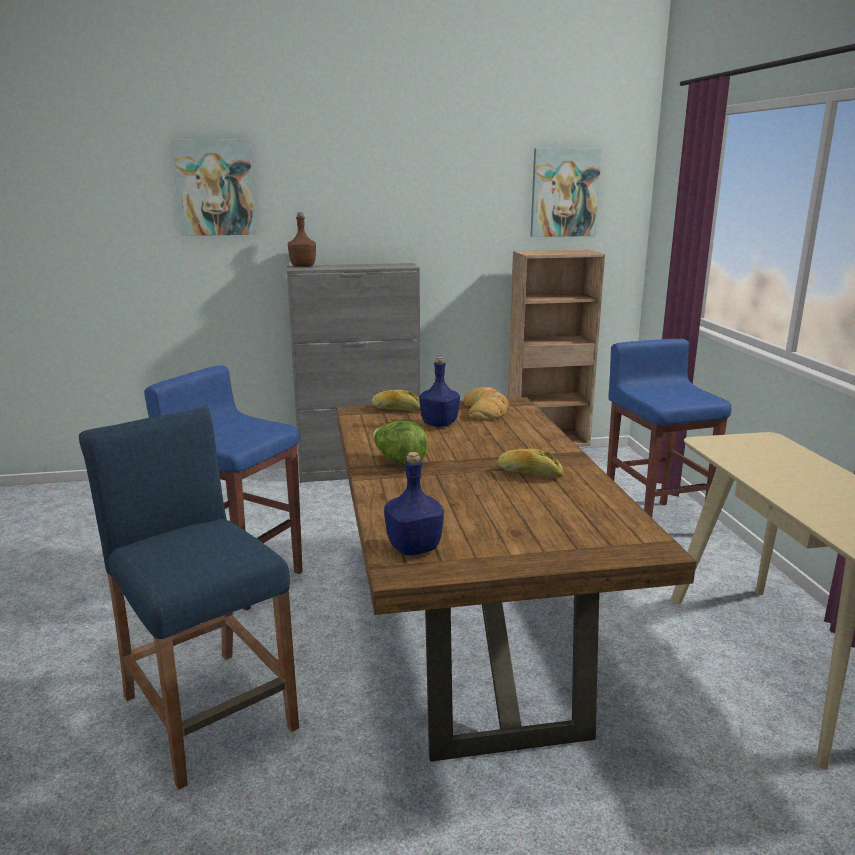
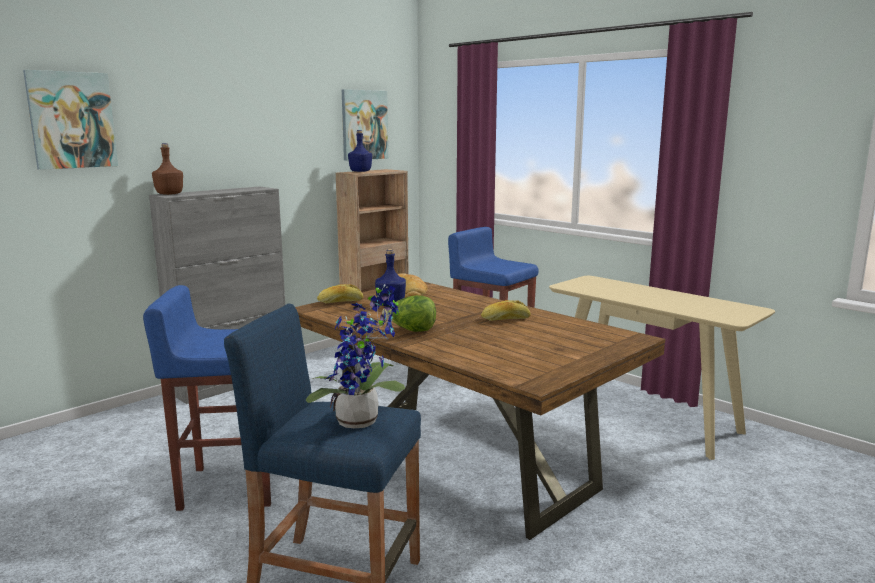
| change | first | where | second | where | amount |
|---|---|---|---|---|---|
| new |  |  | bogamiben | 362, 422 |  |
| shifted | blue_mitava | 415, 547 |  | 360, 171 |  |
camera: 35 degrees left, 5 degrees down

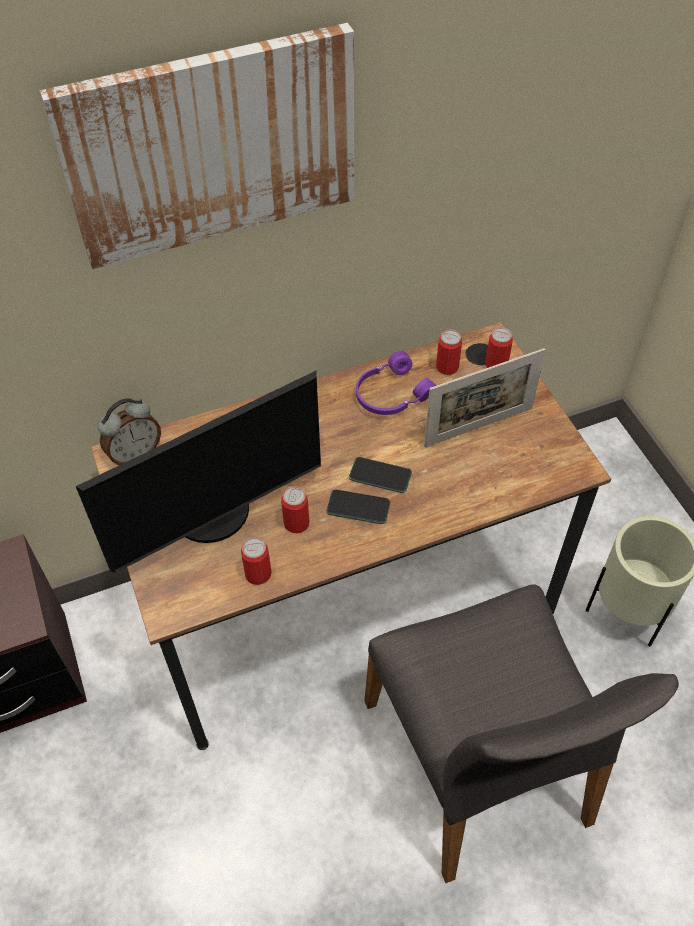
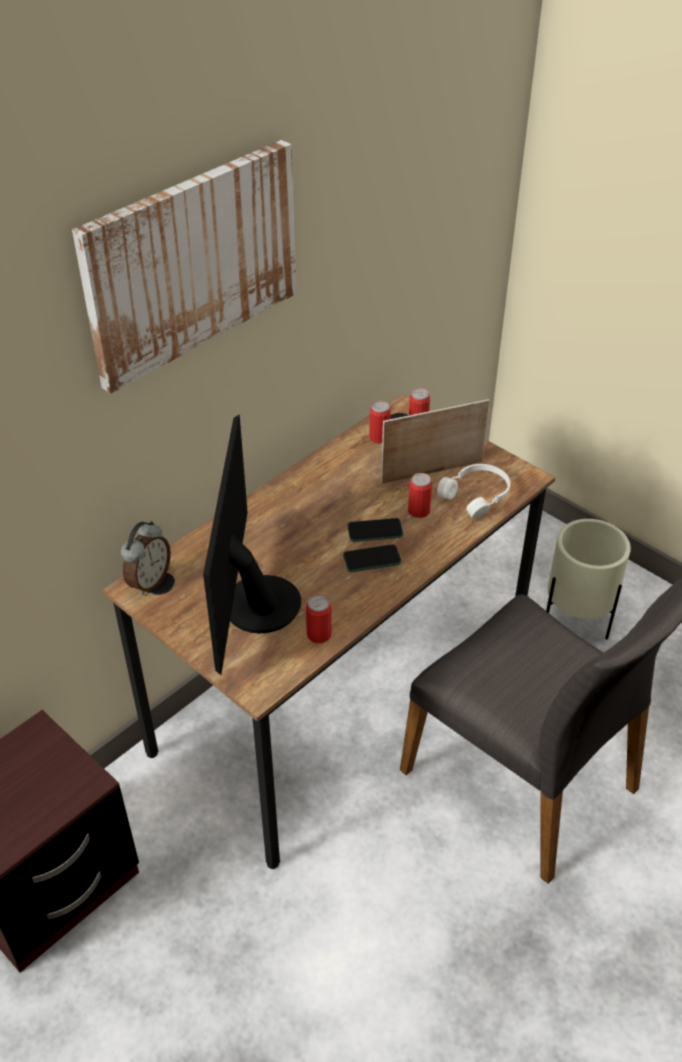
| change | first | where | second | where | amount |
|---|---|---|---|---|---|
| gone | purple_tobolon | 391, 394 |  |  |  |
| new |  |  | white_tobolon | 477, 496 |  |
| shifted | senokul | 296, 523 |  | 419, 511 |  |
| rotated | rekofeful | 214, 515 |  | 253, 605 | 150 degrees clockwise |
| rotated | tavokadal | 478, 427 |  | 432, 472 | 150 degrees counterclockwise |
camera: 25 degrees left, 10 degrees down

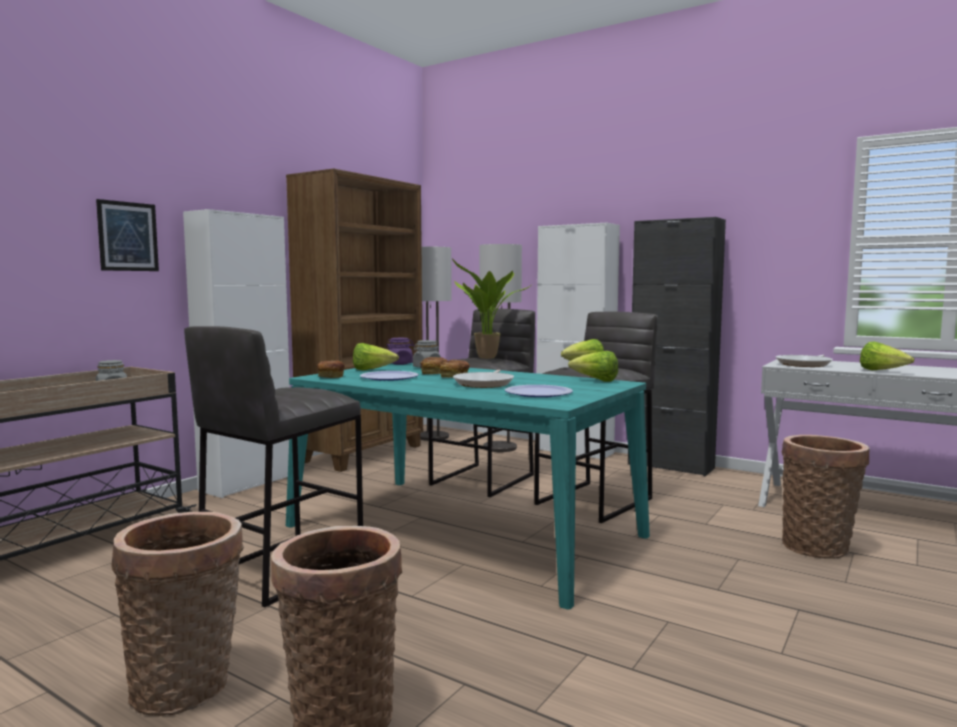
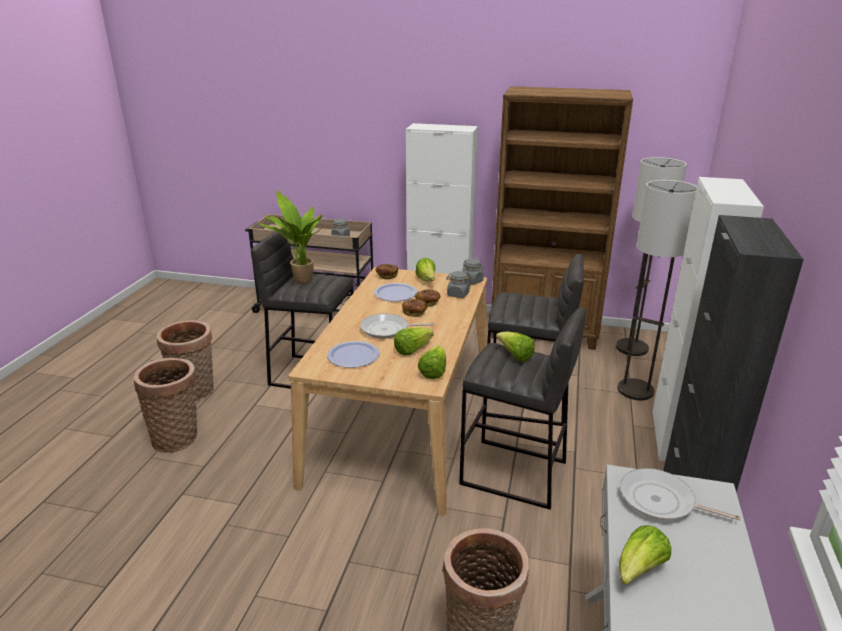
| change | first | where | second | where | amount |
|---|---|---|---|---|---|
| gone | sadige | 128, 236 |  |  |  |
| new |  |  | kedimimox | 412, 350 |  |
| shifted | bogamiben | 487, 358 |  | 300, 282 |  |
| repainted | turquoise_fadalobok | 463, 530 | beige_fadalobok | 403, 420 |  |
| repainted | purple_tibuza | 400, 363 | grey_tibuza | 472, 281 |  |
camera: 70 degrees right, 20 degrees up

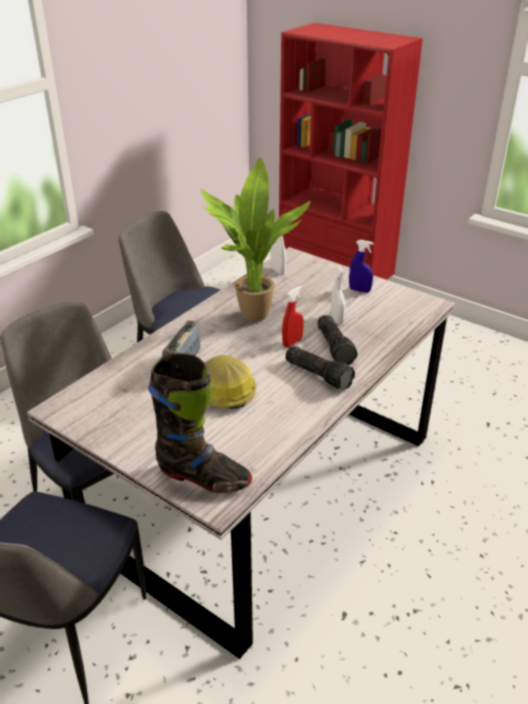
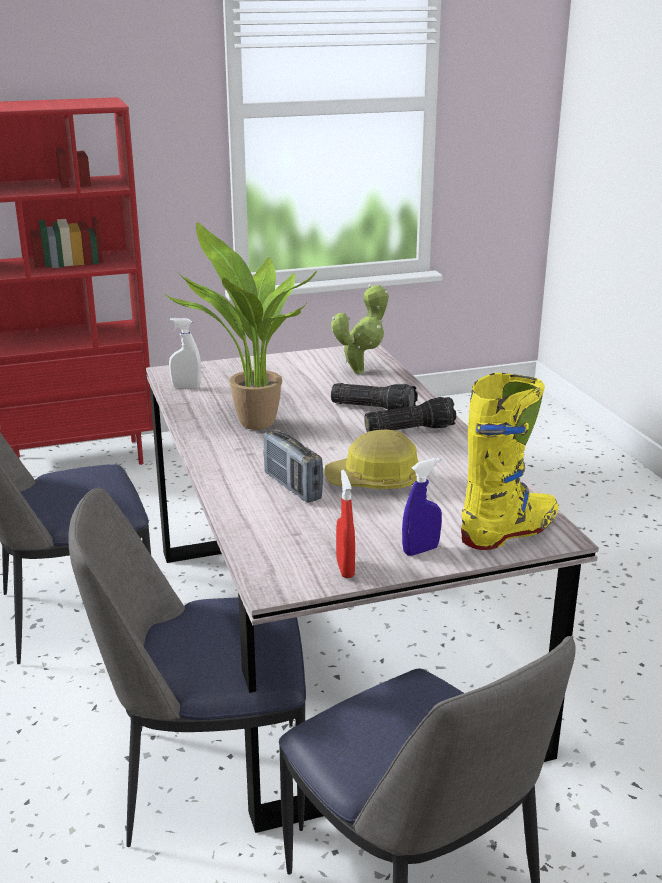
| change | first | where | second | where | amount |
|---|---|---|---|---|---|
| gone | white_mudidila | 337, 319 |  |  |  |
| new |  |  | bogamiben | 361, 371 |  |
| shifted | red_mudidila | 292, 342 |  | 345, 569 |  |
| shifted | blue_mudidila | 359, 290 |  | 421, 550 |  |
| repainted | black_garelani | 203, 477 | yellow_garelani | 509, 532 |  |
camera: 55 degrees left, 10 degrees down

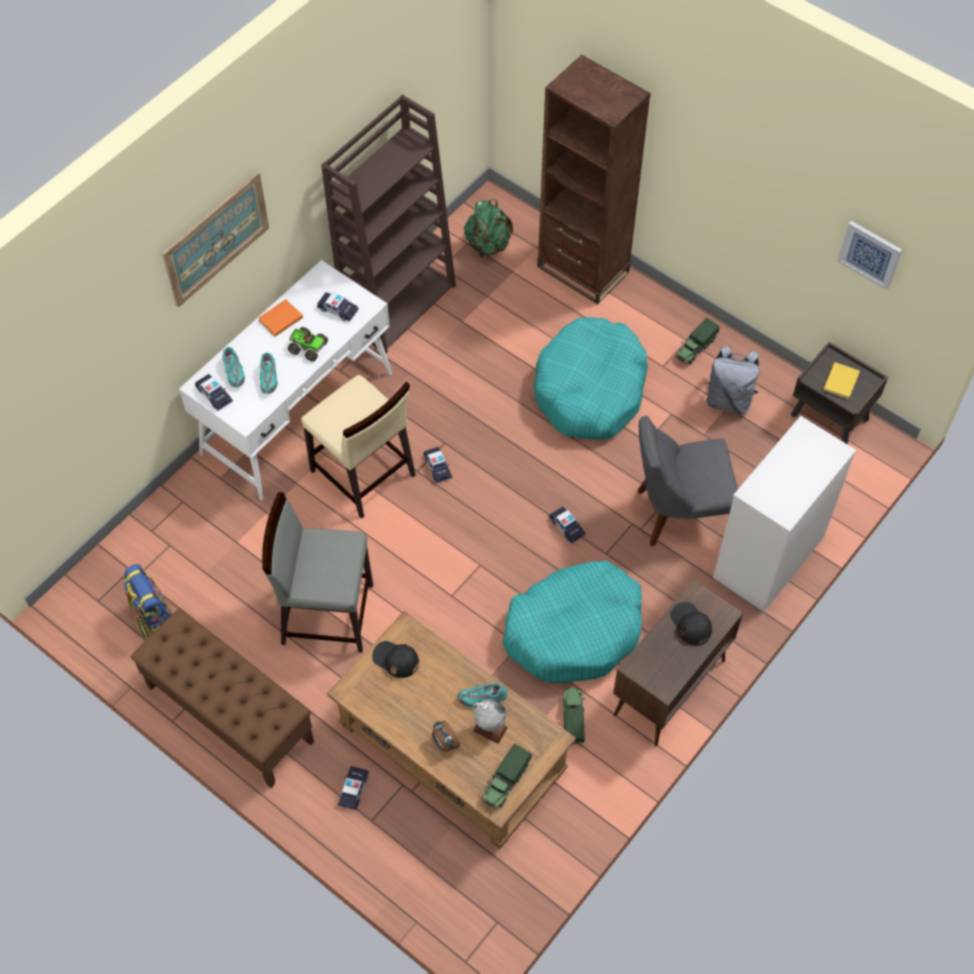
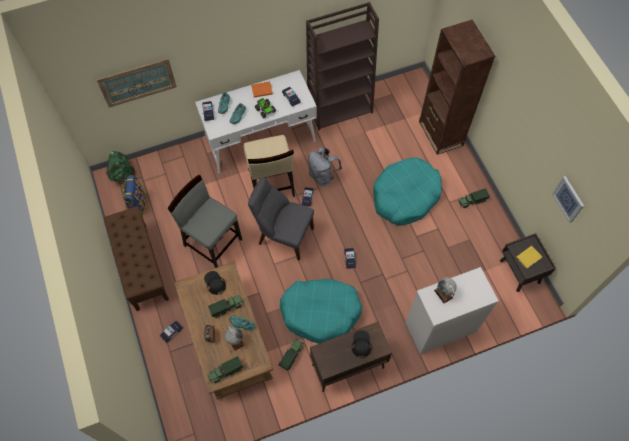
| change | first | where | second | where | amount |
|---|---|---|---|---|---|
| new |  |  | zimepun | 226, 307 |  |
| new |  |  | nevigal | 443, 294 |  |
| shifted | sadige | 216, 239 |  | 137, 82 |  |
| shifted | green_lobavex | 488, 245 |  | 122, 174 |  |
| shifted | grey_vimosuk | 679, 513 |  | 283, 235 |  |
| shifted | grey_lobavex | 729, 399 |  | 322, 176 |  |
camera: 30 degrees right, 5 degrees up

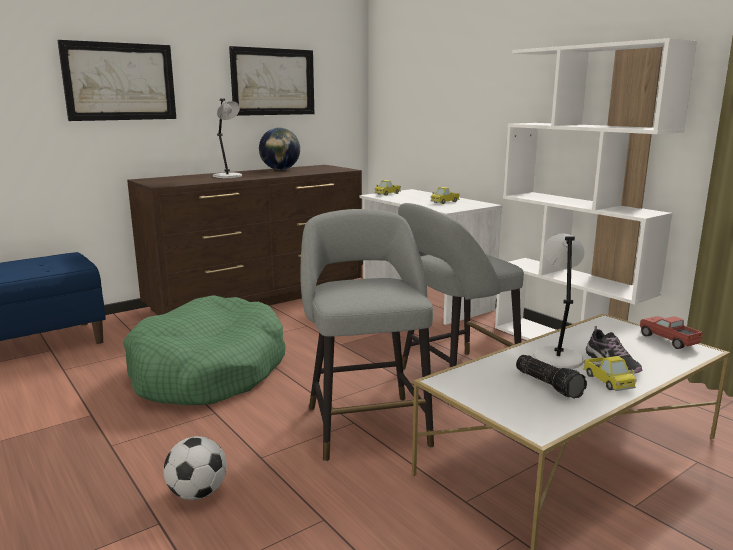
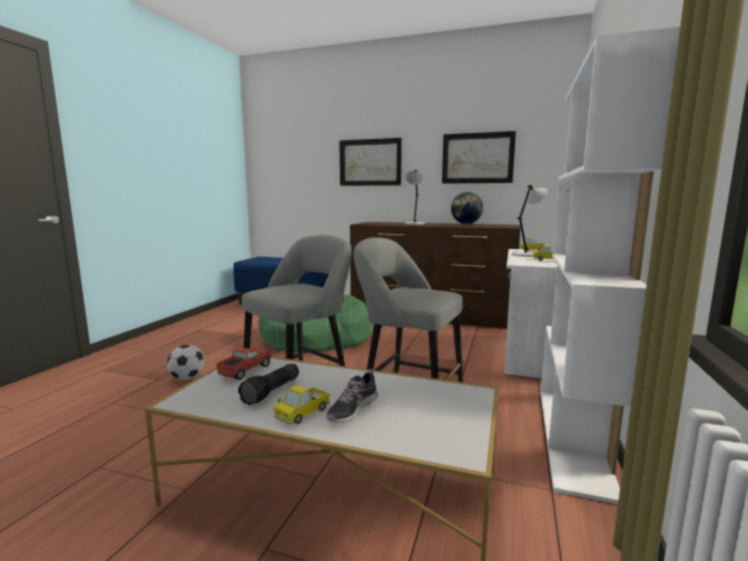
| change | first | where | second | where | amount |
|---|---|---|---|---|---|
| shifted | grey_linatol | 557, 358 |  | 526, 255 |  |
| shifted | zimepun | 668, 340 |  | 245, 371 |  |
camera: 55 degrees right, 5 degrees down

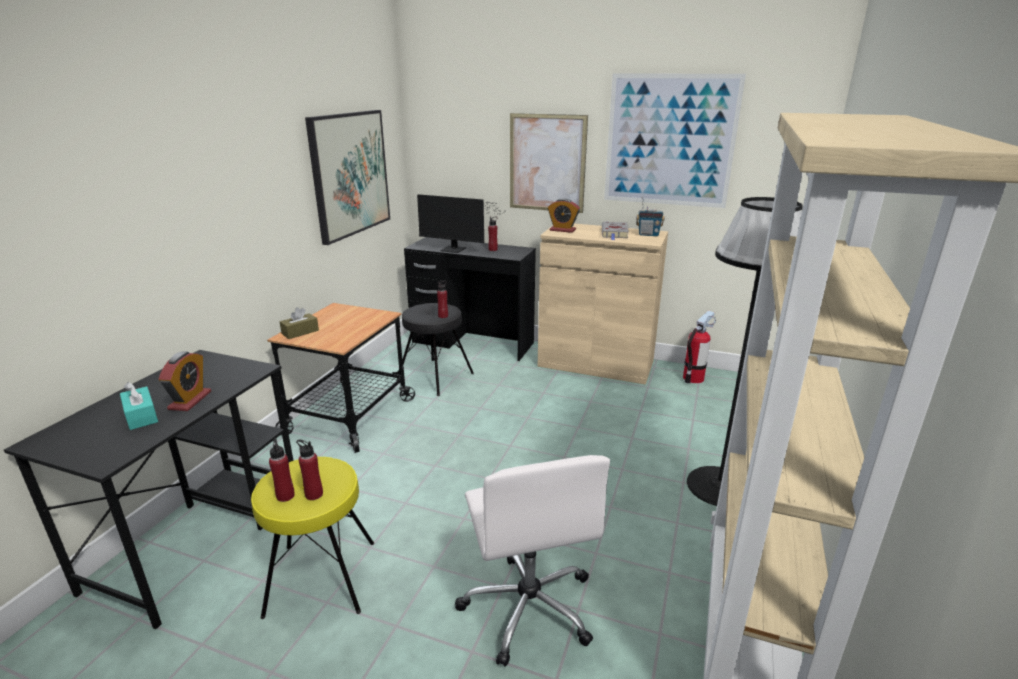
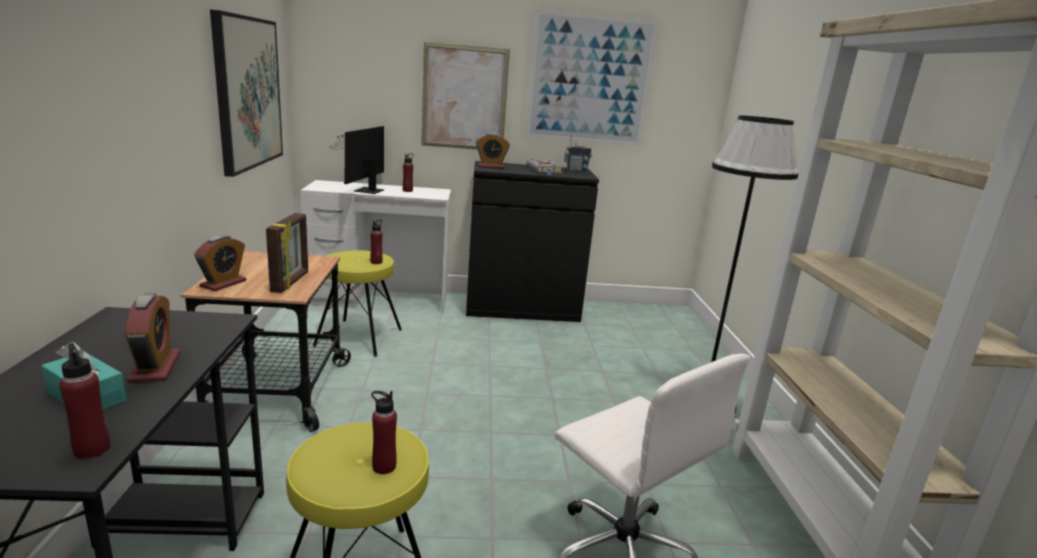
| change | first | where | second | where | amount |
|---|---|---|---|---|---|
| gone | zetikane | 693, 378 |  |  |  |
| new |  |  | tavokadal | 291, 282 |  |
| shifted | red_mitava | 285, 496 |  | 92, 449 |  |
| swapped | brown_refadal | 300, 332 | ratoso | 223, 283 |  |
| repainted | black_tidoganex | 434, 377 | yellow_tidoganex | 358, 337 |  |
| repainted | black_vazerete | 472, 342 | white_vazerete | 379, 299 |  |
| repainted | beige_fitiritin | 596, 363 | black_fitiritin | 522, 308 |  |
| rotated | rekofeful | 456, 250 |  | 366, 191 | 105 degrees clockwise |
camera: 25 degrees left, 5 degrees down

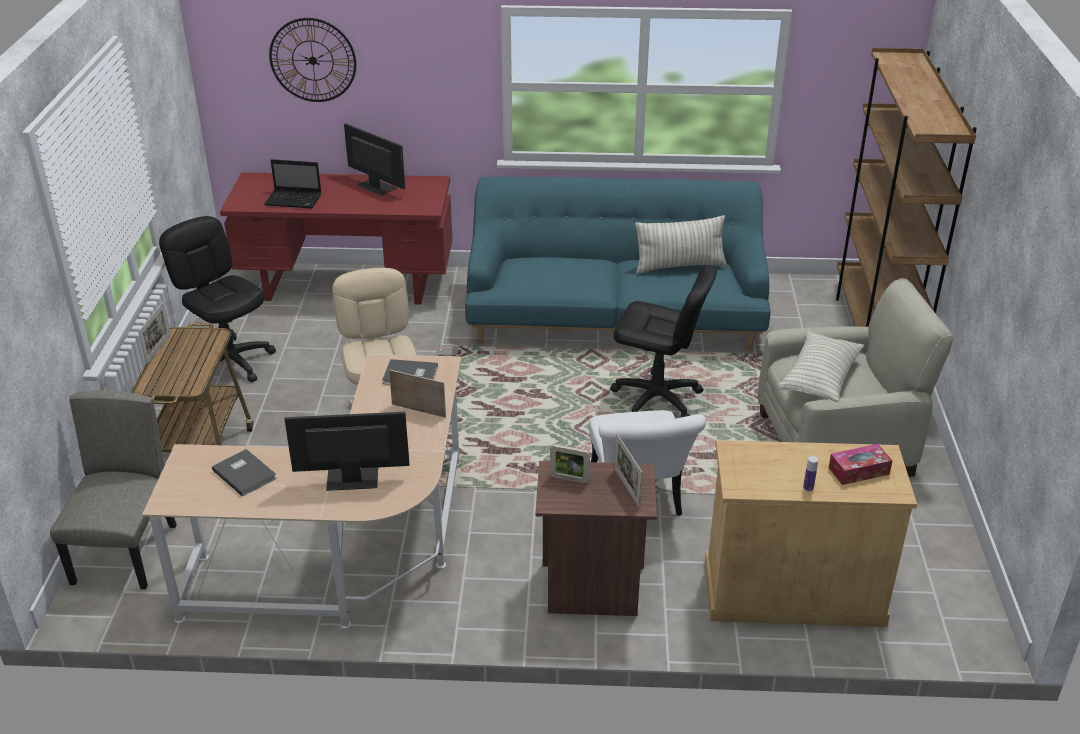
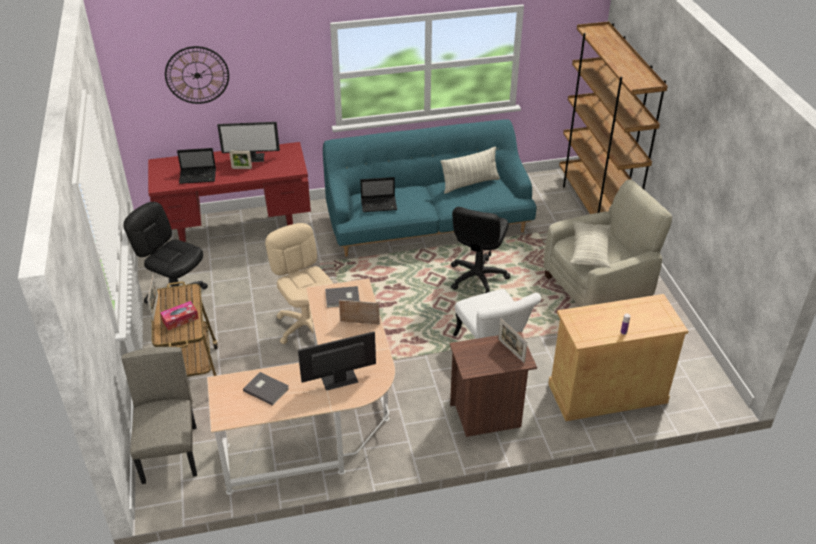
| change | first | where | second | where | amount |
|---|---|---|---|---|---|
| new |  |  | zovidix | 379, 205 |  |
| shifted | tavokadal | 569, 479 |  | 241, 168 |  |
| shifted | refadal | 858, 471 |  | 180, 319 |  |
| rotated | rekofeful | 376, 187 |  | 252, 157 | 150 degrees clockwise |
| rotated | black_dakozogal | 657, 399 |  | 477, 277 | 105 degrees clockwise |
camera: 15 degrees left, 5 degrees up

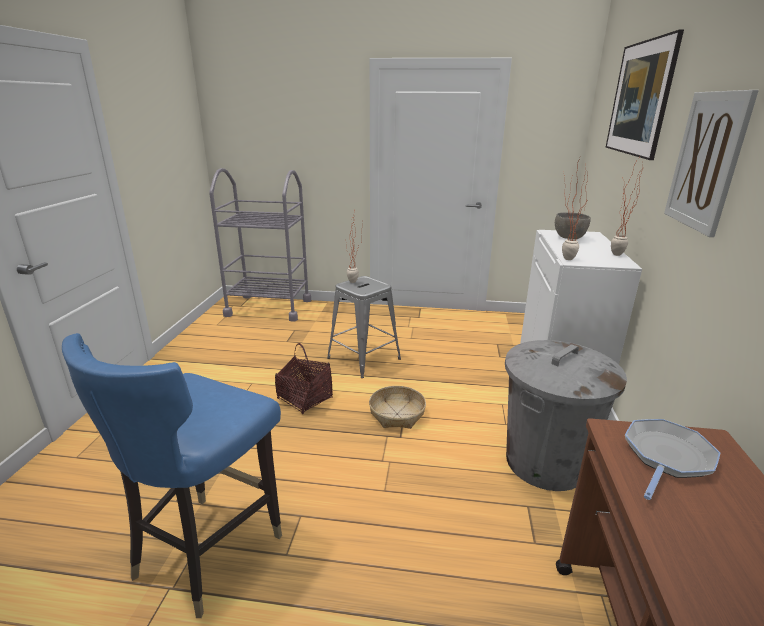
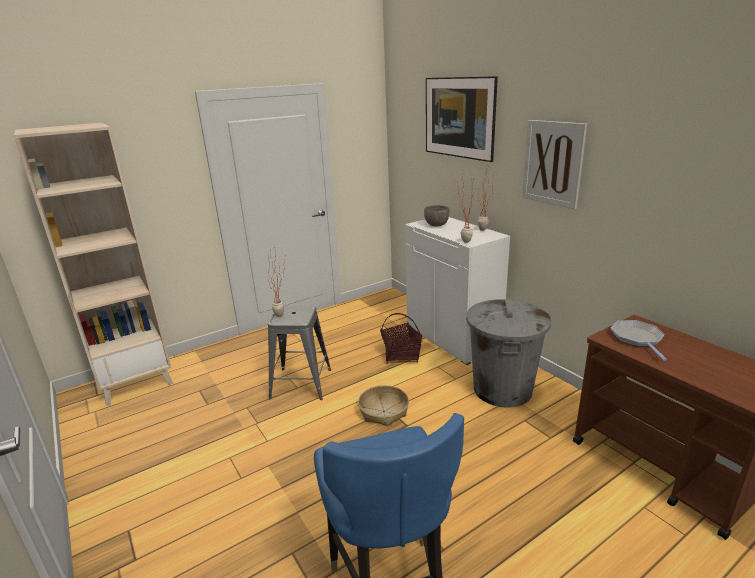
| change | first | where | second | where | amount |
|---|---|---|---|---|---|
| shifted | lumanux | 305, 398 |  | 401, 355 |  |
| swapped | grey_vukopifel | 269, 308 | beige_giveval | 136, 382 |  |
camera: 40 degrees left, 0 degrees up

